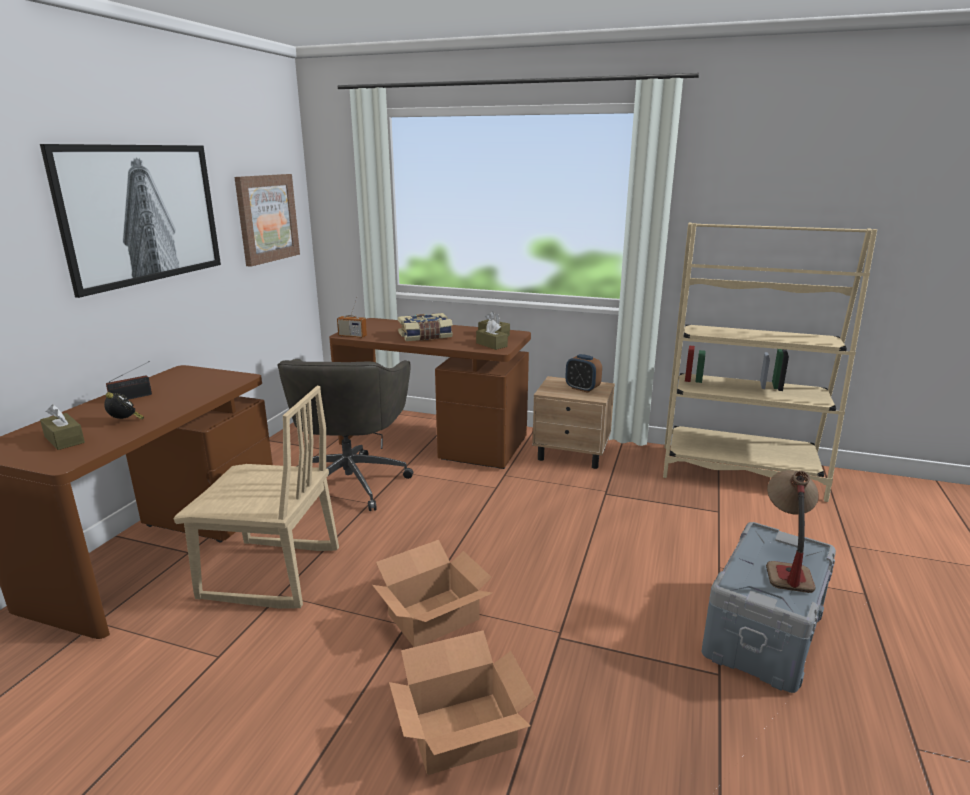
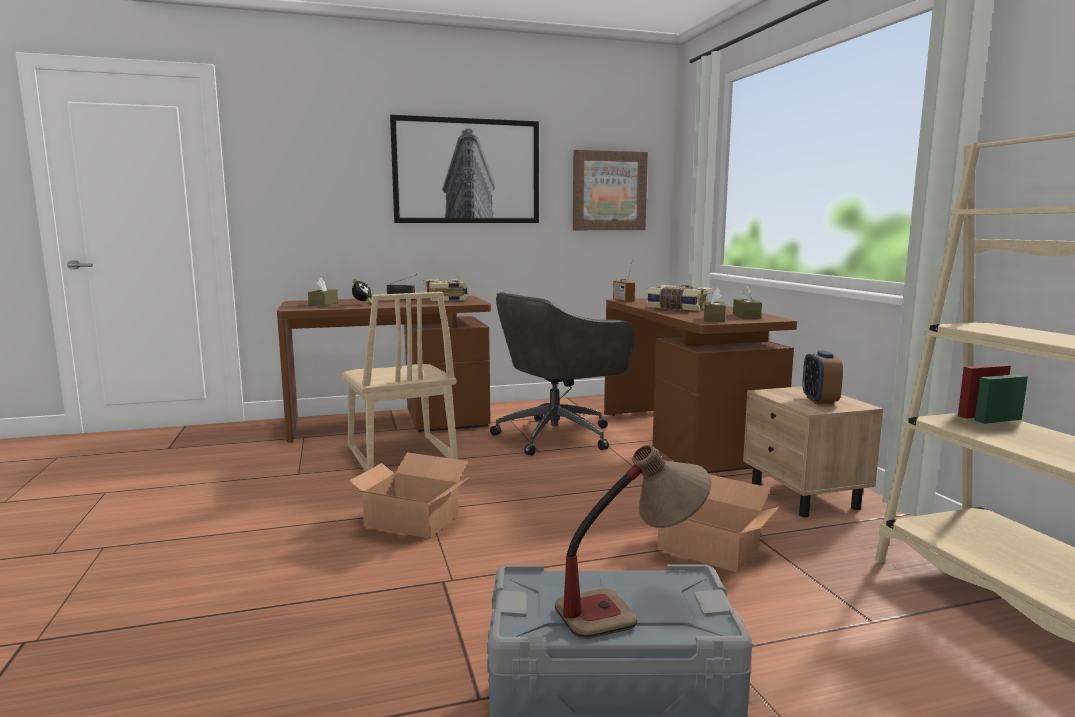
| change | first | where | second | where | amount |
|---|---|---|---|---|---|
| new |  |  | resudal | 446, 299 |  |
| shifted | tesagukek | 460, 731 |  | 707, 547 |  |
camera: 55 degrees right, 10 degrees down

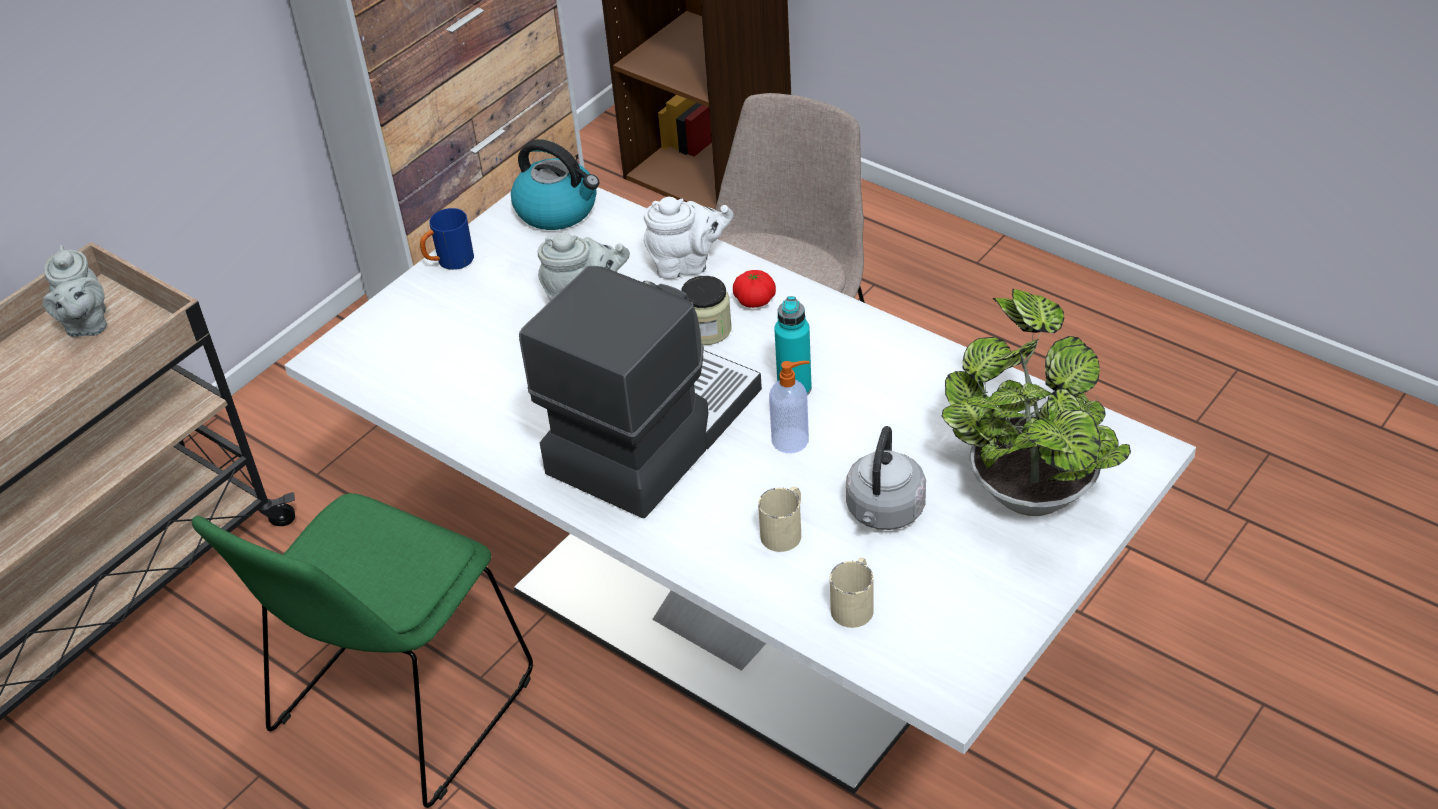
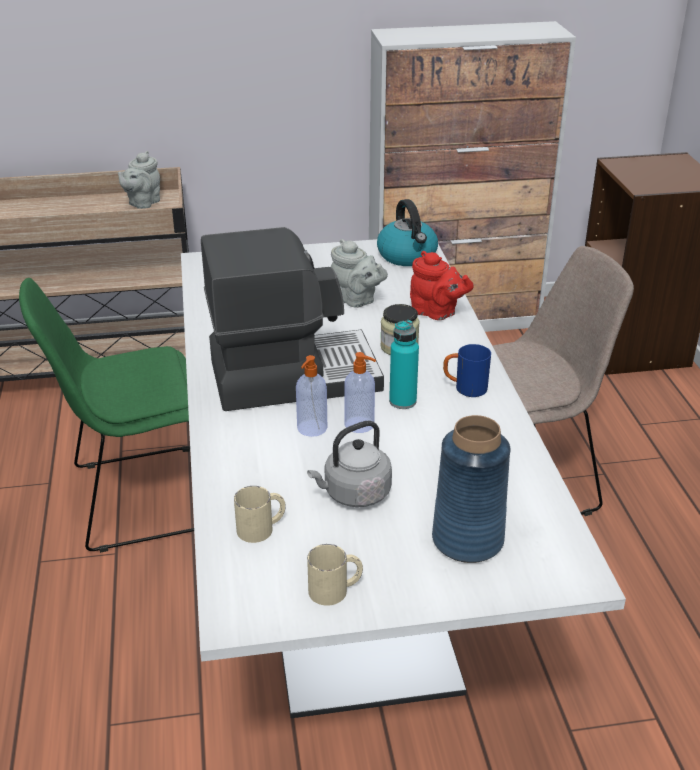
| change | first | where | second | where | amount |
|---|---|---|---|---|---|
| gone | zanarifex | 755, 300 |  |  |  |
| new |  |  | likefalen | 311, 428 |  |
| shifted | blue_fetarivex | 449, 262 |  | 464, 388 |  |
| shifted | beige_fetarivex | 785, 530 |  | 335, 589 |  |
| swapped | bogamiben | 1028, 485 | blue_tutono | 467, 540 |  |
| repainted | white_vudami | 687, 265 | red_vudami | 436, 313 |  |
camera: 40 degrees right, 10 degrees down

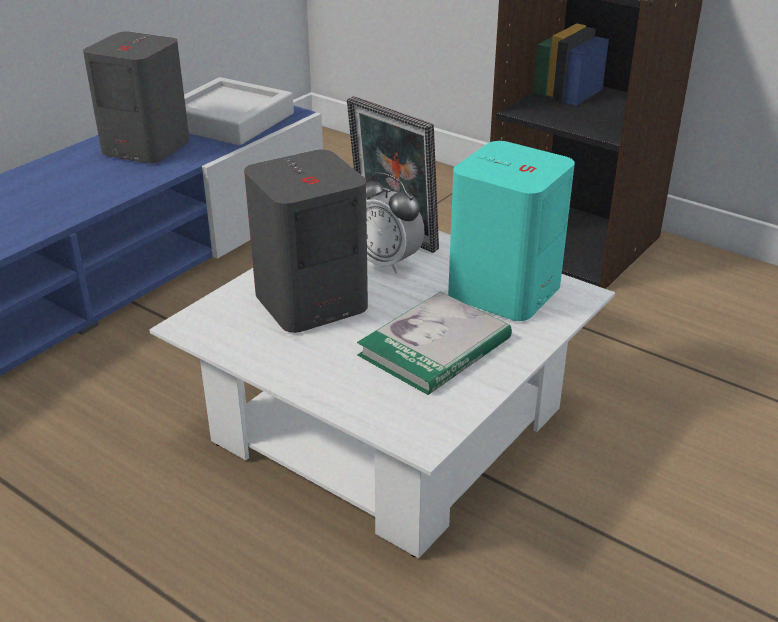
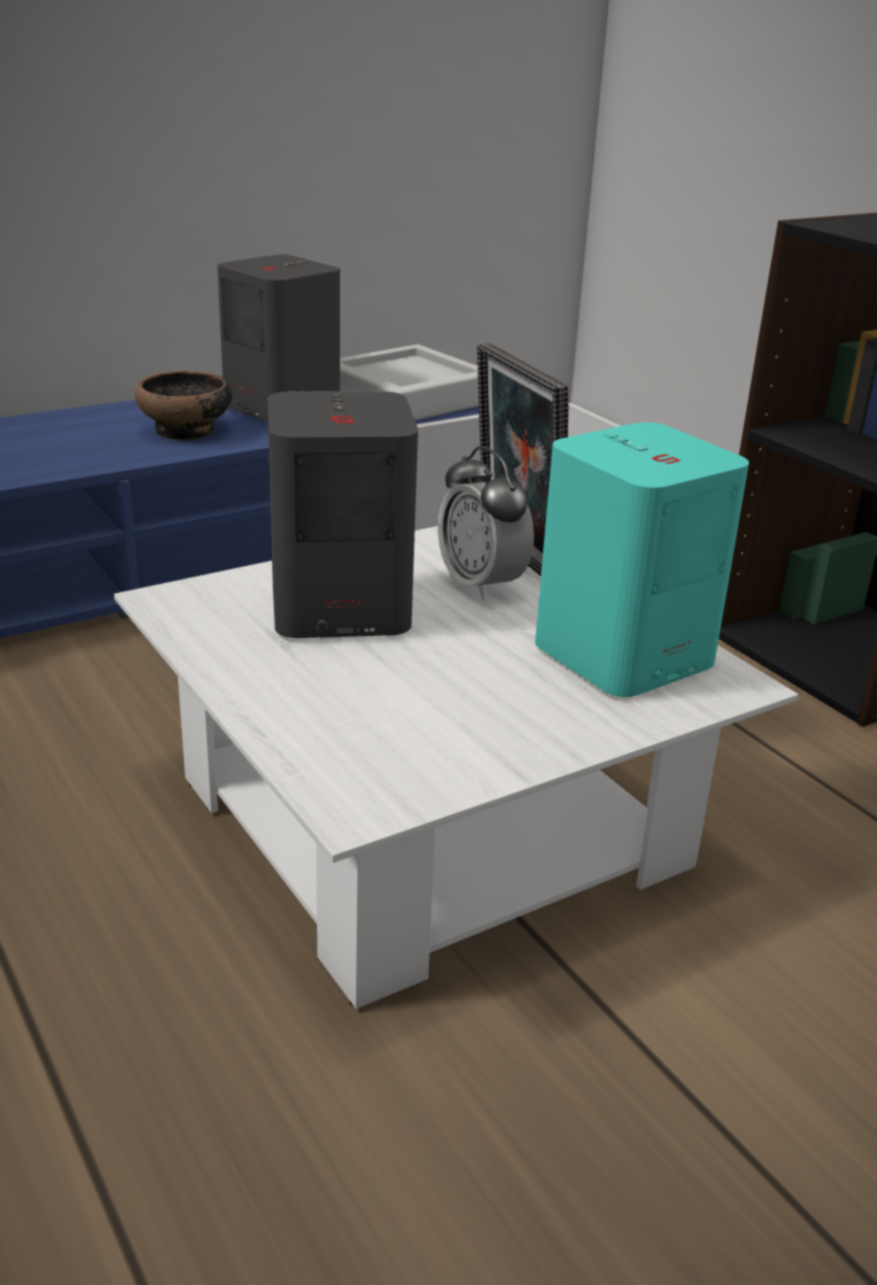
| change | first | where | second | where | amount |
|---|---|---|---|---|---|
| gone | resudal | 435, 347 |  |  |  |
| new |  |  | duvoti | 186, 431 |  |
camera: 20 degrees right, 5 degrees down

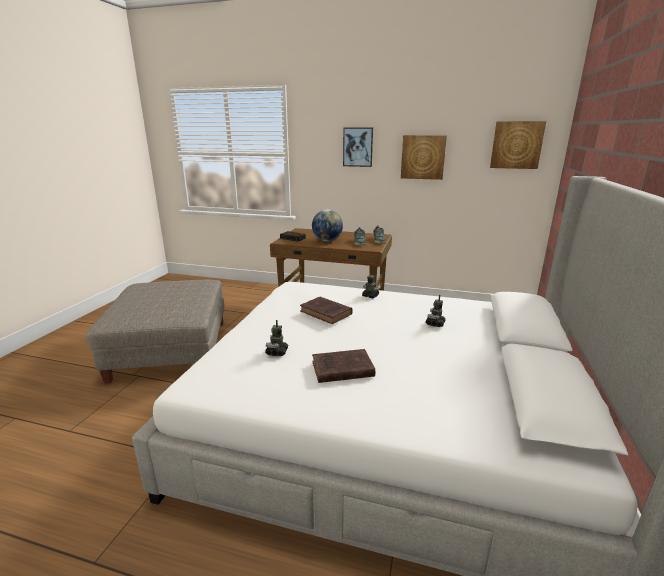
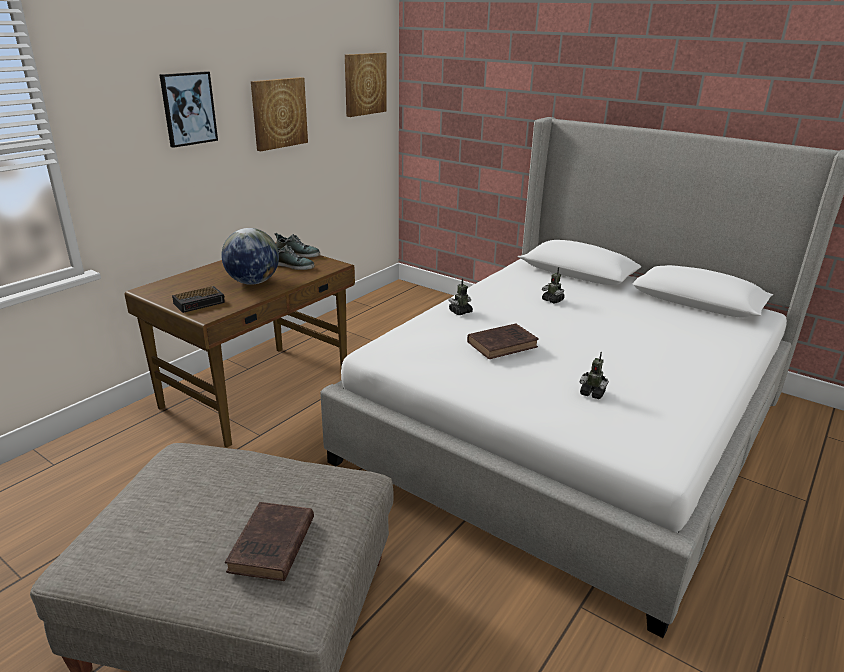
| change | first | where | second | where | amount |
|---|---|---|---|---|---|
| shifted | brown_resudal | 340, 369 |  | 271, 547 |  |
camera: 70 degrees left, 5 degrees up

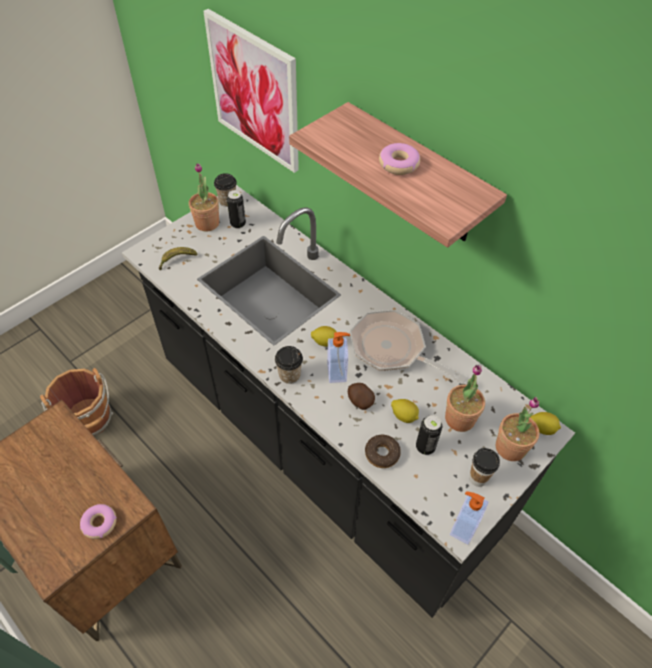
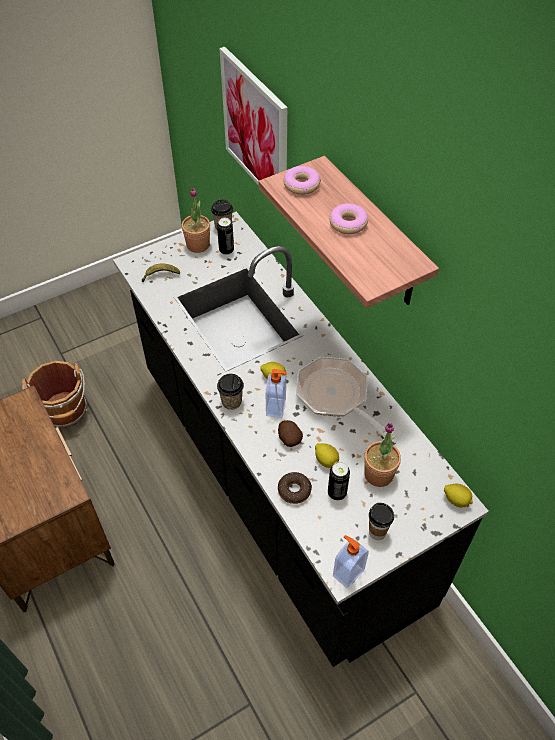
| change | first | where | second | where | amount |
|---|---|---|---|---|---|
| gone | bogamiben | 510, 447 |  |  |  |
| shifted | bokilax | 99, 523 |  | 301, 185 |  |
camera: 15 degrees right, 0 degrees up

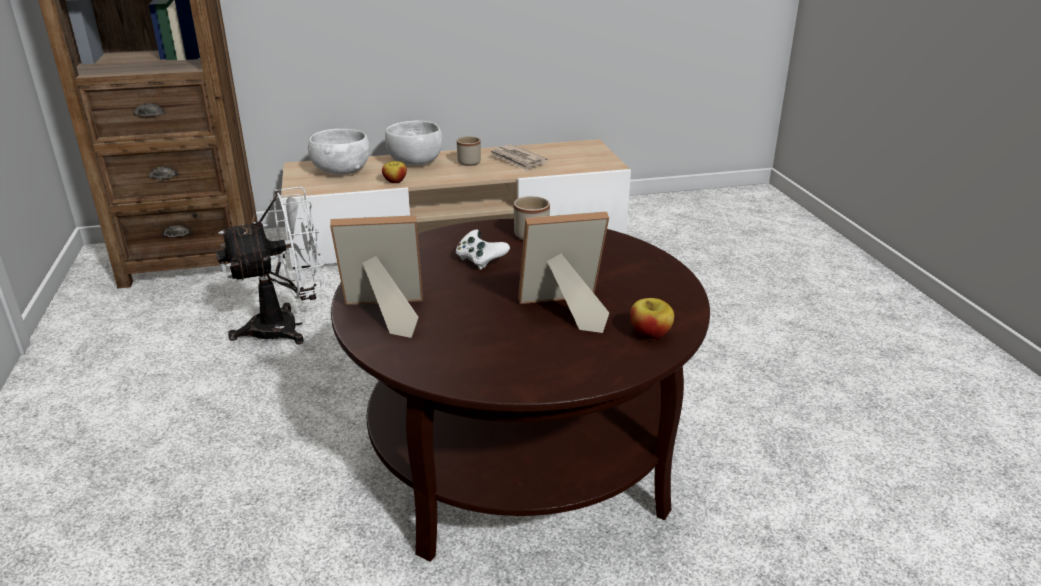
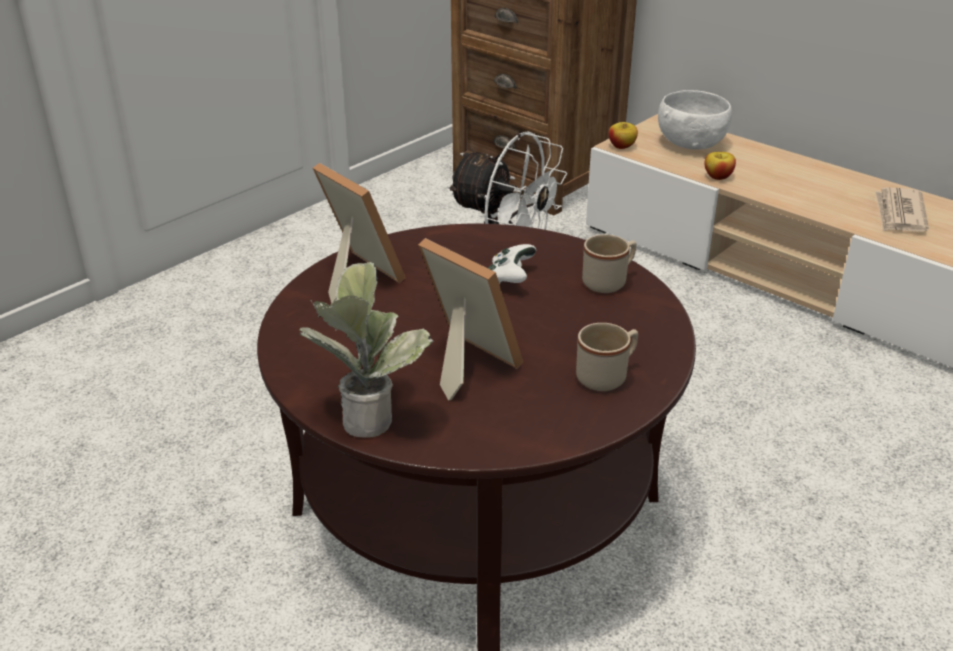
| change | first | where | second | where | amount |
|---|---|---|---|---|---|
| gone | white_duvoti | 415, 162 |  |  |  |
| new |  |  | bogamiben | 369, 414 |  |
| shifted | beige_fetarivex | 469, 161 |  | 607, 376 |  |
| shifted | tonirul | 650, 334 |  | 621, 146 |  |
camera: 55 degrees right, 5 degrees up

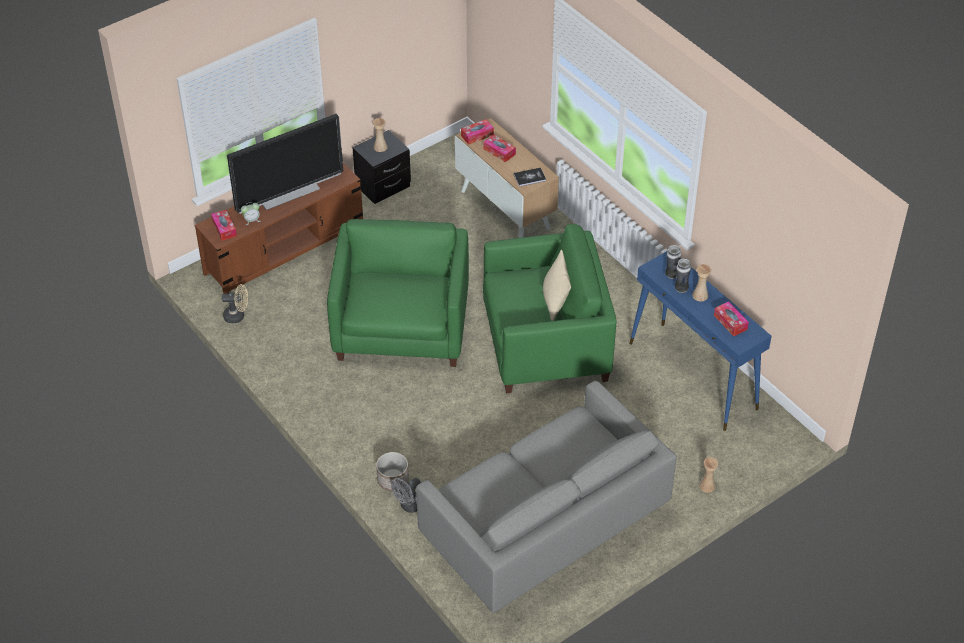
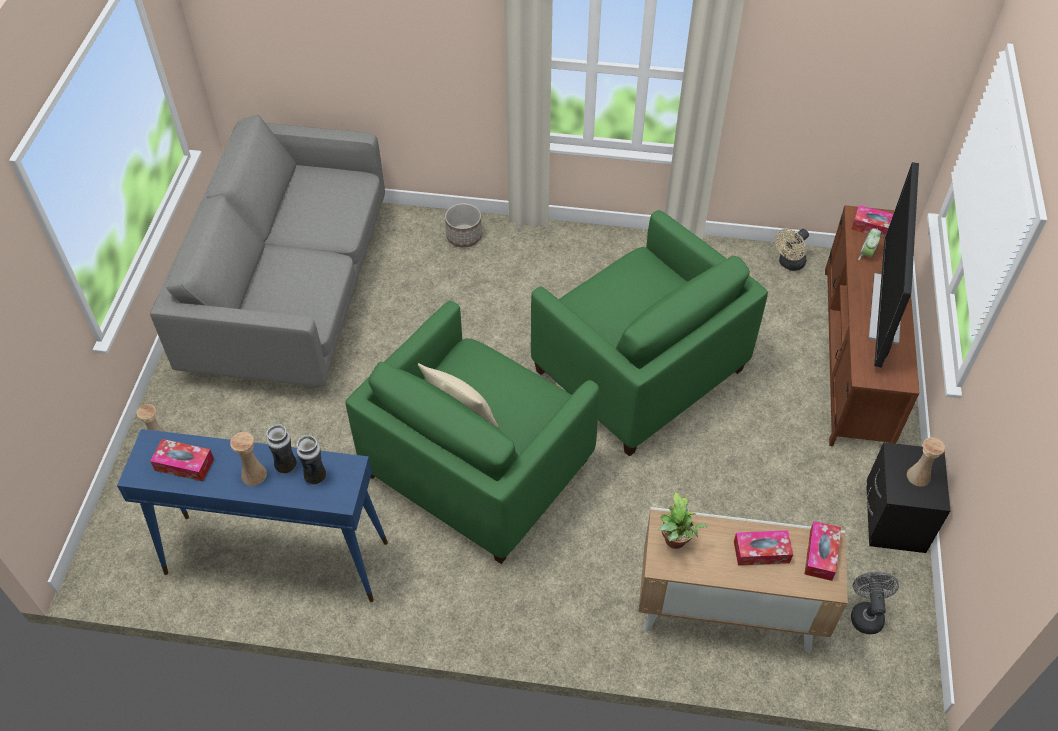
| change | first | where | second | where | amount |
|---|---|---|---|---|---|
| shifted | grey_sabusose | 408, 506 |  | 866, 613 |  |
| swapped | resudal | 529, 177 | bogamiben | 675, 542 |  |
camera: 135 degrees right, 5 degrees up

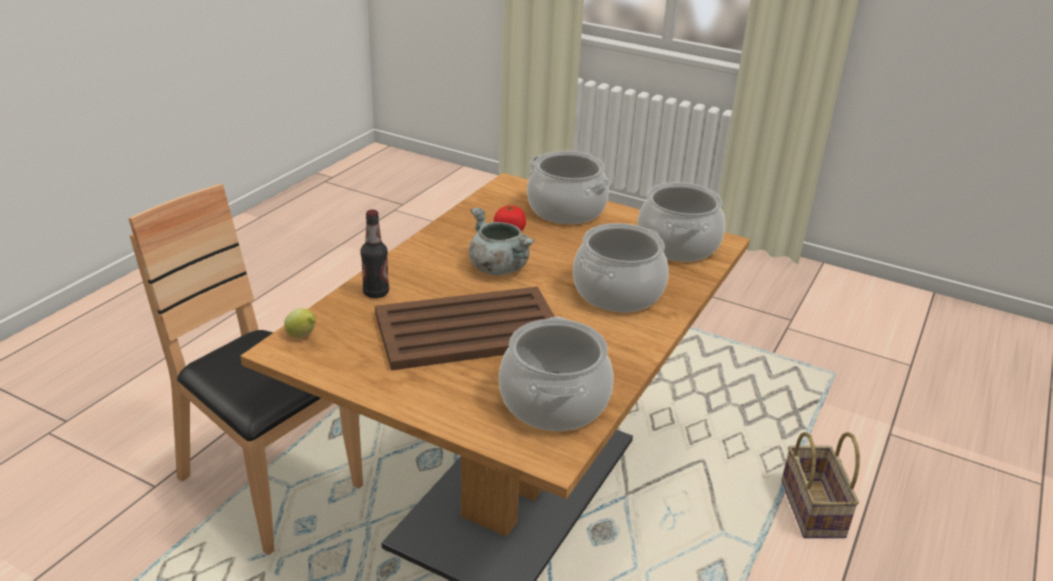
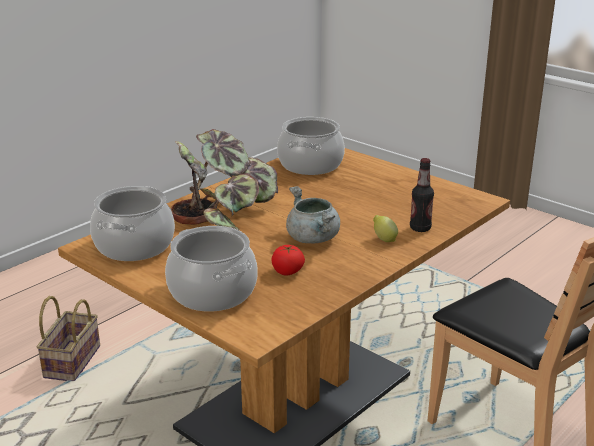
| change | first | where | second | where | amount |
|---|---|---|---|---|---|
| gone | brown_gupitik | 471, 329 |  |  |  |
| shifted | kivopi | 302, 336 |  | 384, 239 |  |
| swapped | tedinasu | 618, 292 | bogamiben | 224, 213 |  |
camera: 165 degrees left, 5 degrees down

